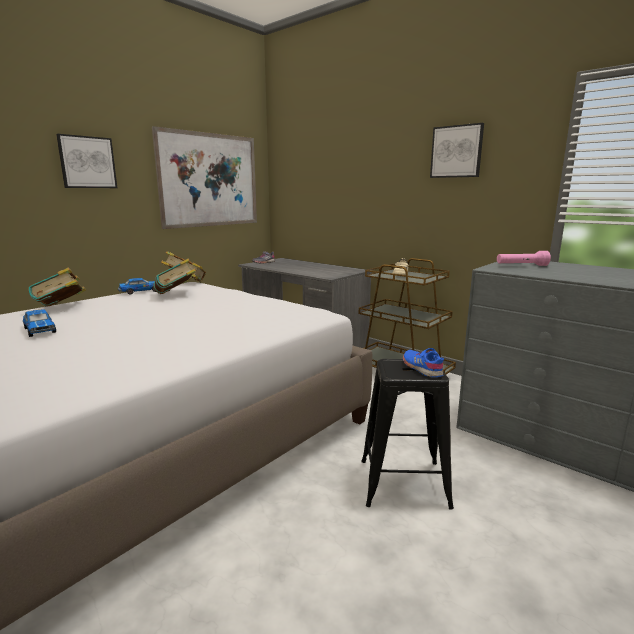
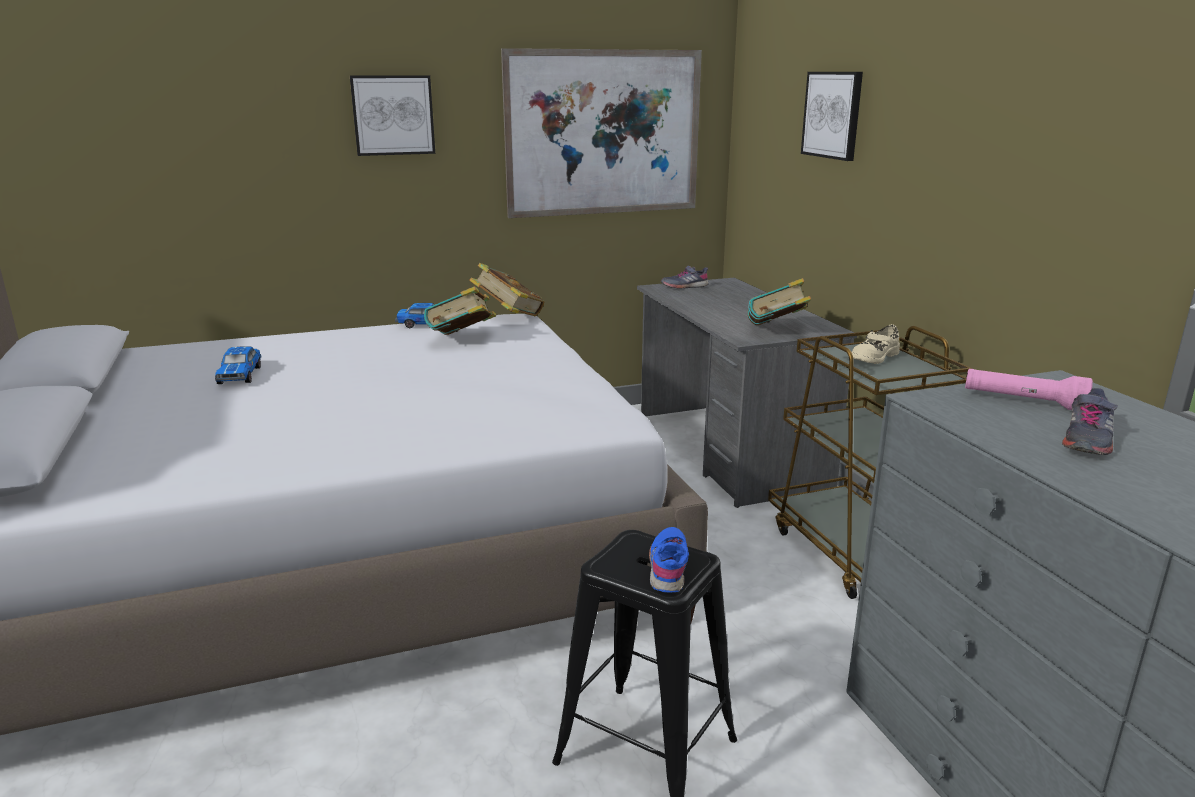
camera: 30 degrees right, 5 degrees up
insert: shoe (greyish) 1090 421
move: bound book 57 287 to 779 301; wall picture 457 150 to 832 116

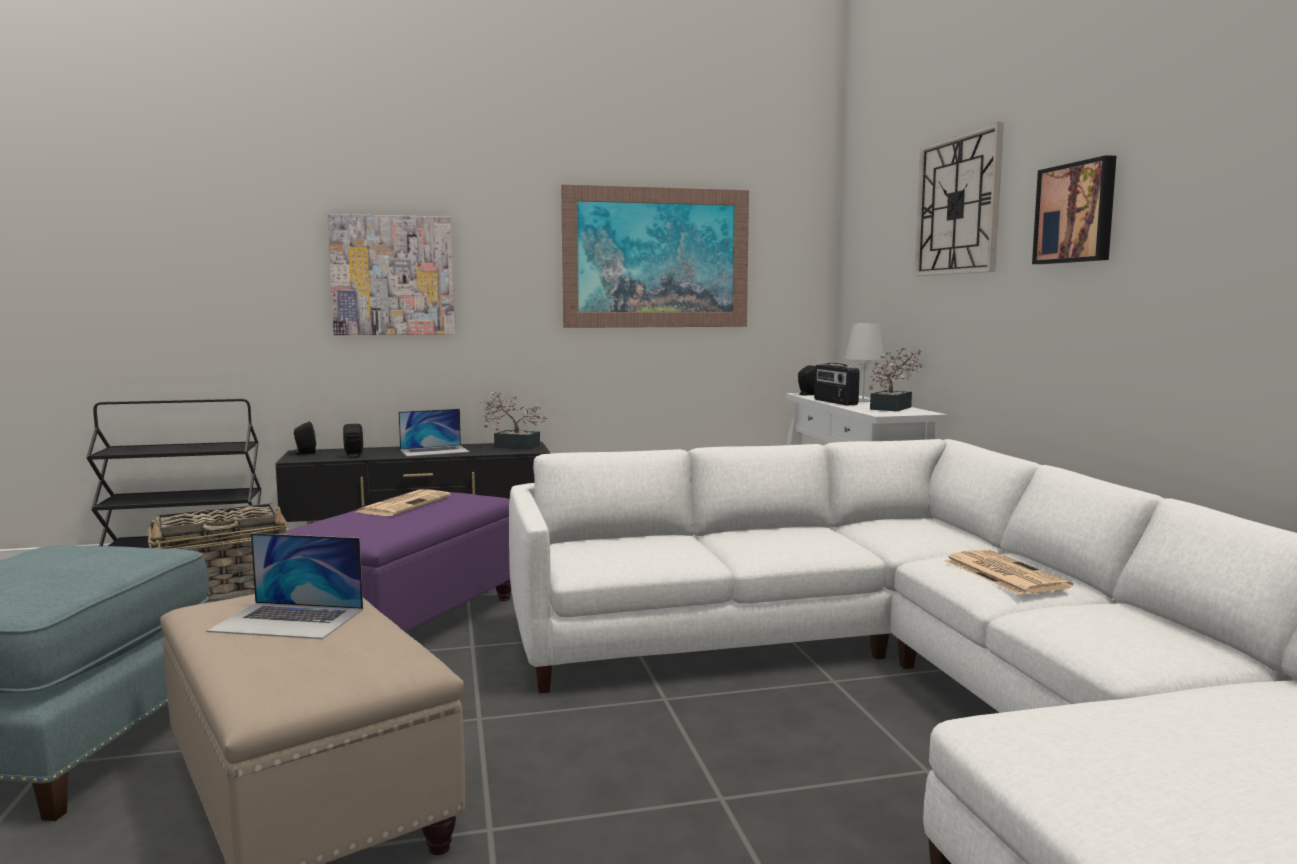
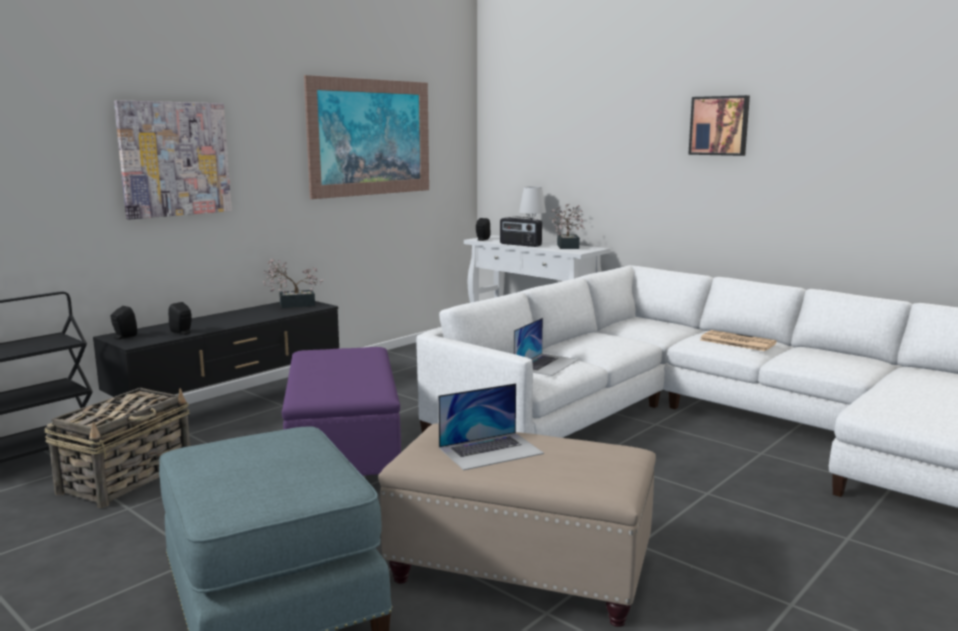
camera: 35 degrees left, 5 degrees up
delete: newspaper 404 502; wall clock 959 199
move: portable computer 434 433 to 546 347

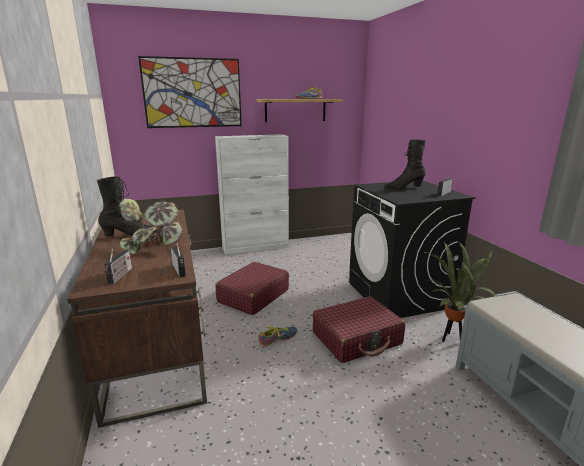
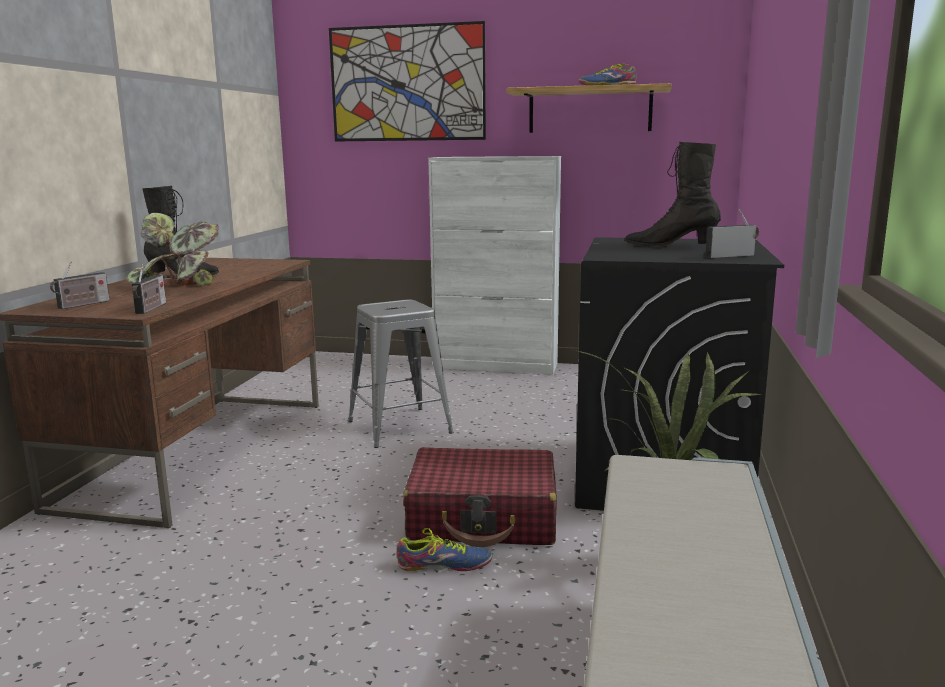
camera: 30 degrees right, 5 degrees down
move: shoe 278 336 to 444 549
replace: piece of luggage (reddish) 252 288 to stool seat (greyish) 400 373

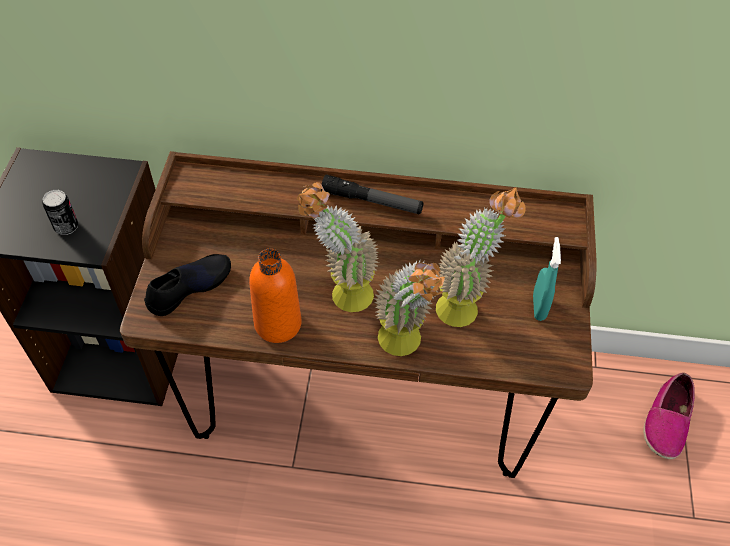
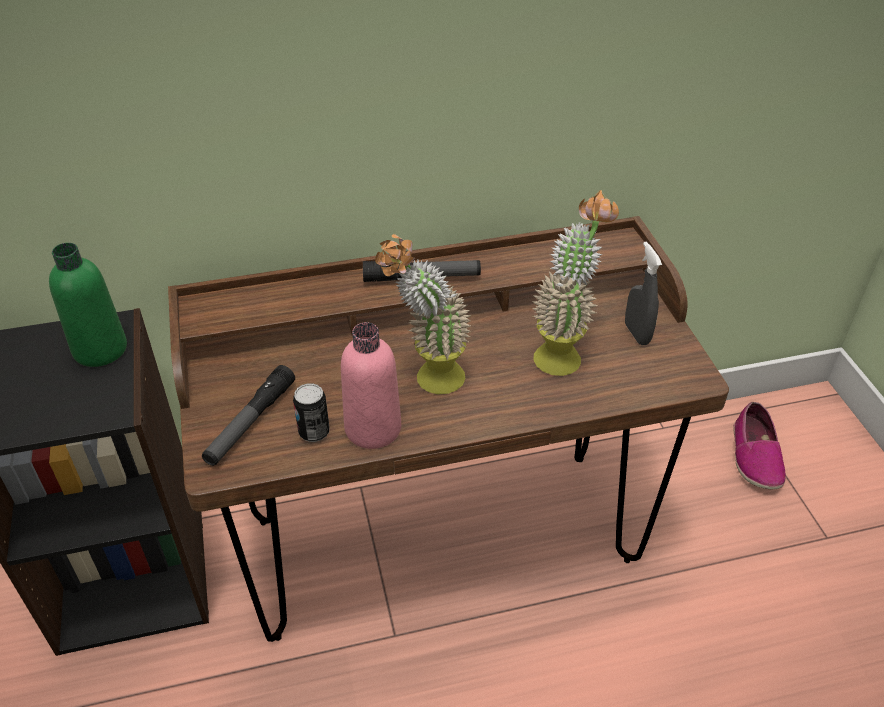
camera: 20 degrees left, 10 degrees down
delete: potted plant 409 308
insert: drink bottle (green-coloured) 88 305
move: sealed can 60 212 to 311 412
replace: shoe (black) 187 285 to torch 248 415
recolor: drink bottle (orange-coloured) 275 296 to drink bottle (pink-coloured) 371 385; hand sprayer (blue-green) 547 279 to hand sprayer (greyish) 643 293

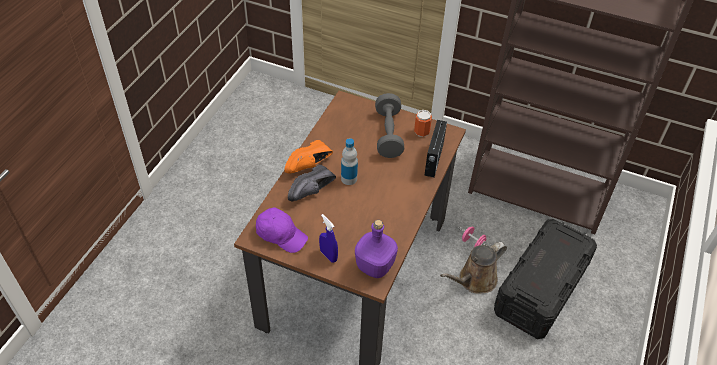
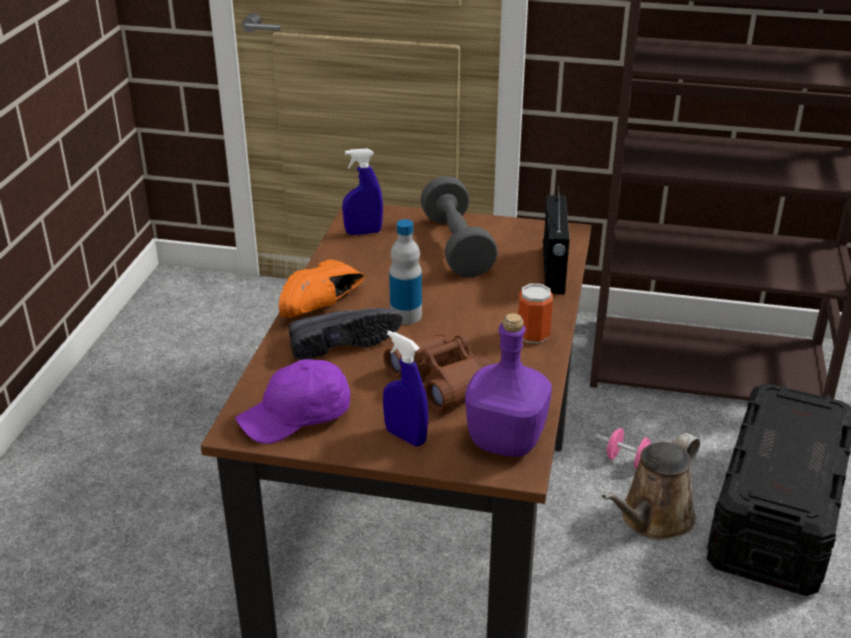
camera: 10 degrees left, 15 degrees down
insert: hand sprayer (bluish) 362 192; binoculars (brown-coloured) 437 372
move: sealed can 423 123 to 535 313
rotate: peaked cap (purple-coloured) 282 230 = 292 401 135 degrees clockwise; shoe (black) 312 183 = 345 334 135 degrees counterclockwise

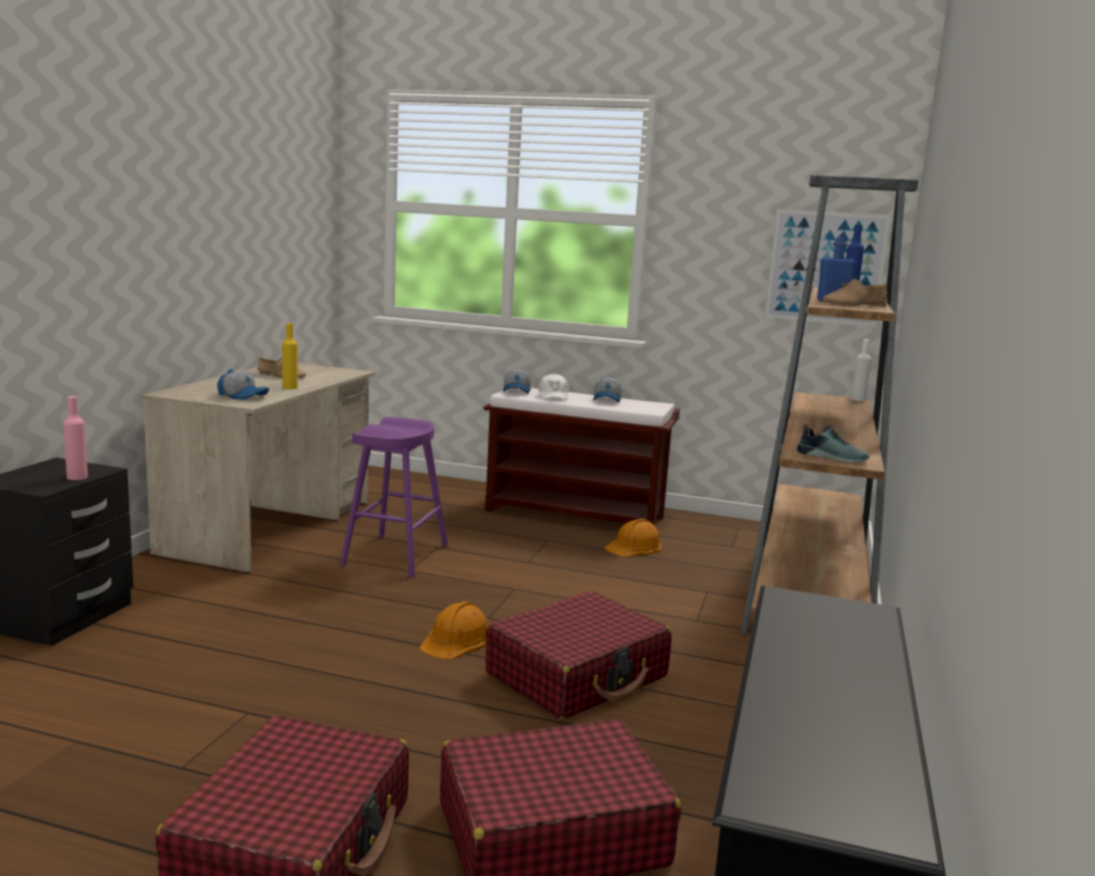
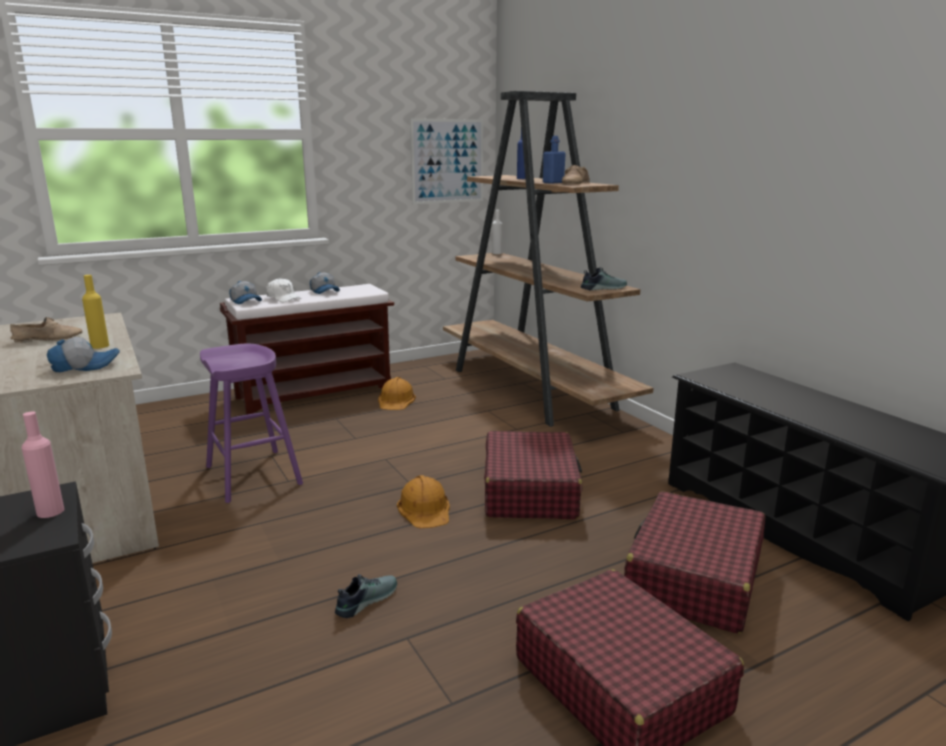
camera: 45 degrees left, 5 degrees up
insert: shoe 366 596

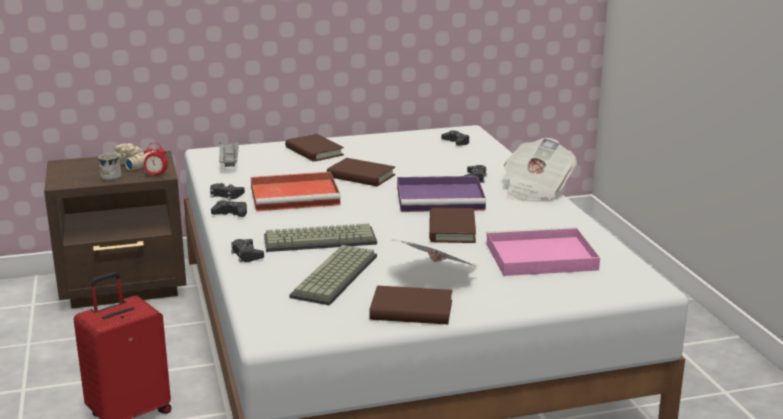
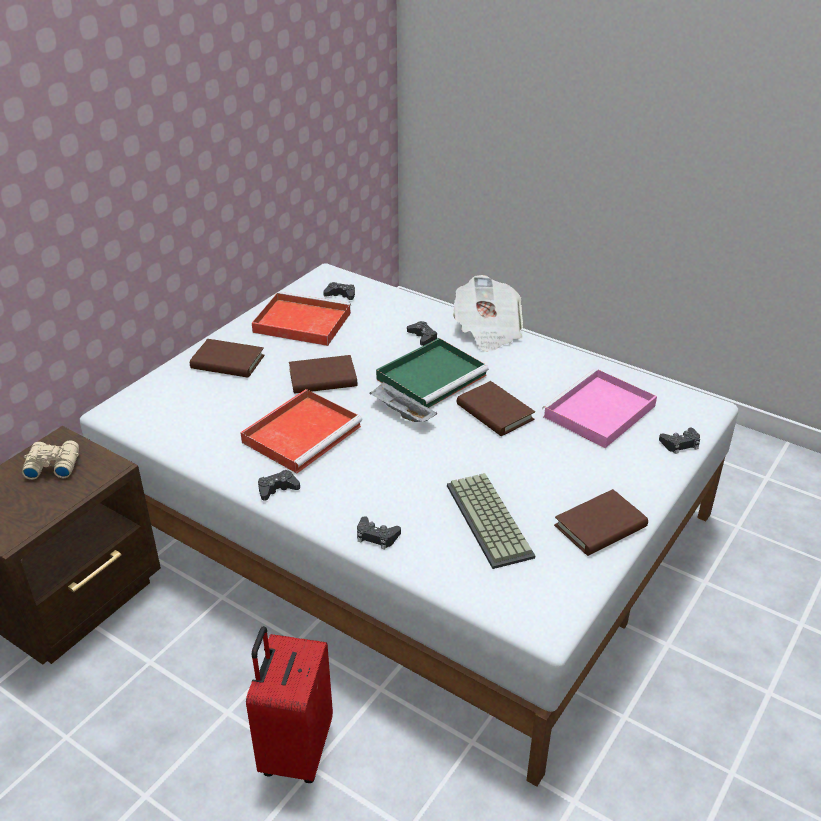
camera: 40 degrees left, 15 degrees up
delete: tea mug (white) 110 167; bedside clock 156 160; PC keyboard 320 237; newspaper 434 253
insert: serving tray (reddish) 301 319
move: game controller (black) 227 191 to 679 441; serving tray (greyish) 229 154 to 403 402
recolor: serving tray (purple-coloured) 441 194 to serving tray (green-coloured) 432 373

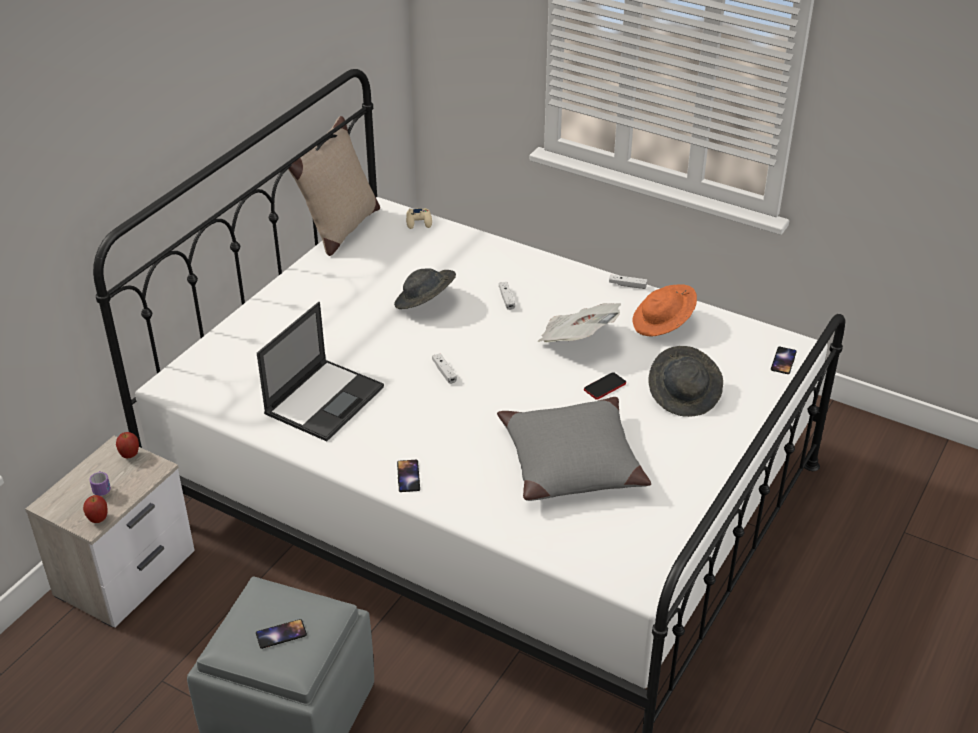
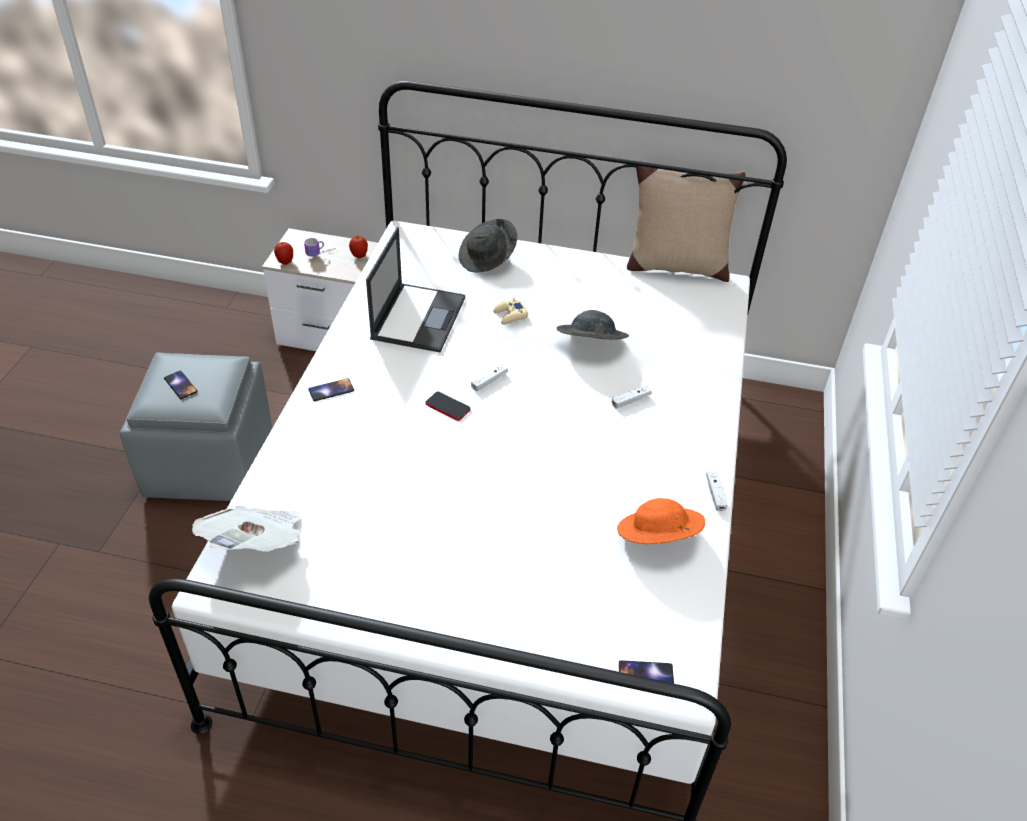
camera: 70 degrees right, 5 degrees up
delete: pillow (greyish) 574 449
move: game controller (beige-coloured) 419 218 to 511 311; newspaper 579 322 to 247 529; handset 605 386 to 448 406; hat (greyish) 685 381 to 487 246
rotate: portable computer 320 371 = 415 289 90 degrees counterclockwise

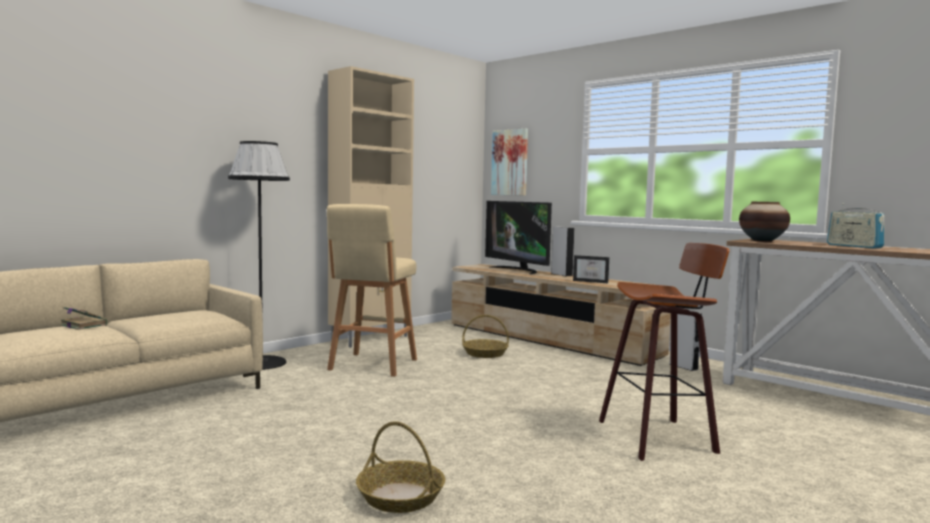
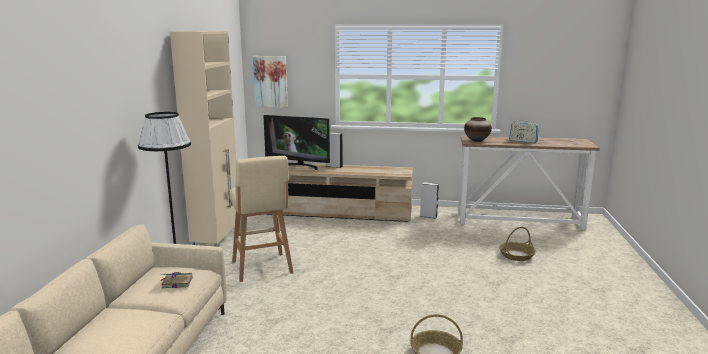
camera: 35 degrees left, 10 degrees up
delete: photo frame 591 269; stool seat 664 352
move: bound book 83 318 to 176 280; basket 485 336 to 517 244

